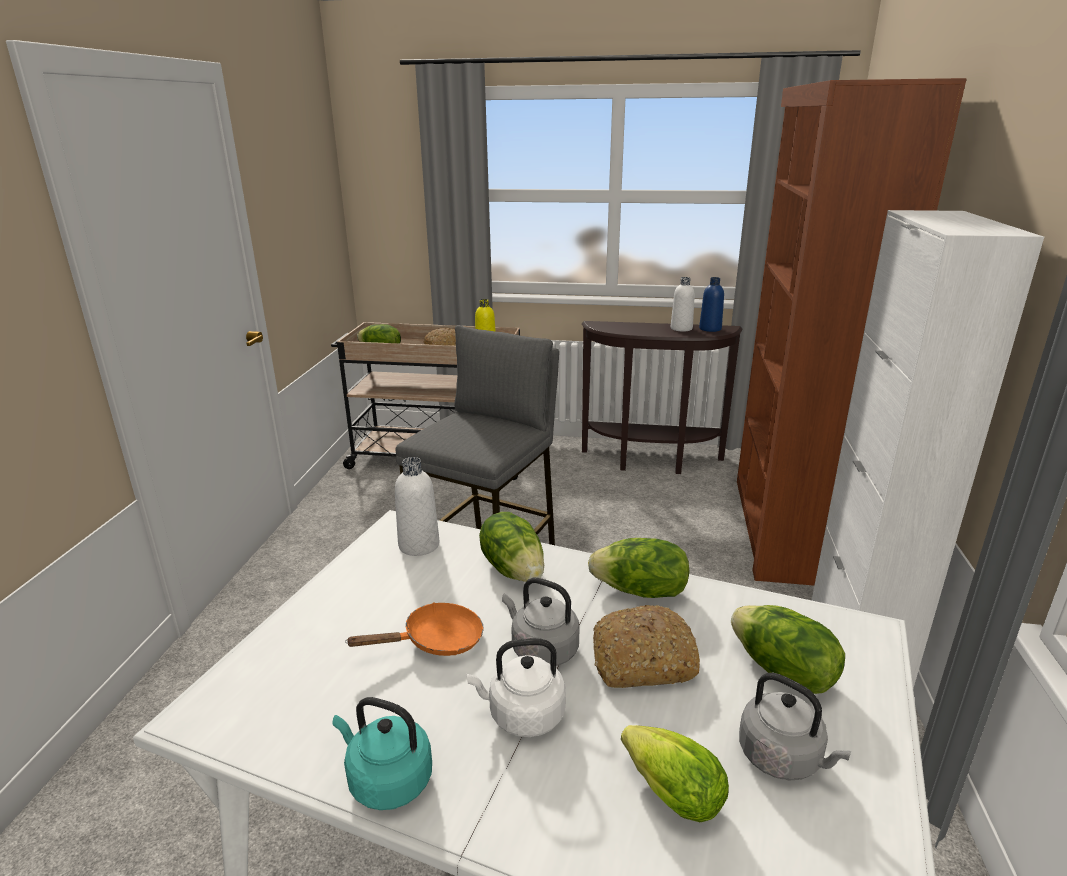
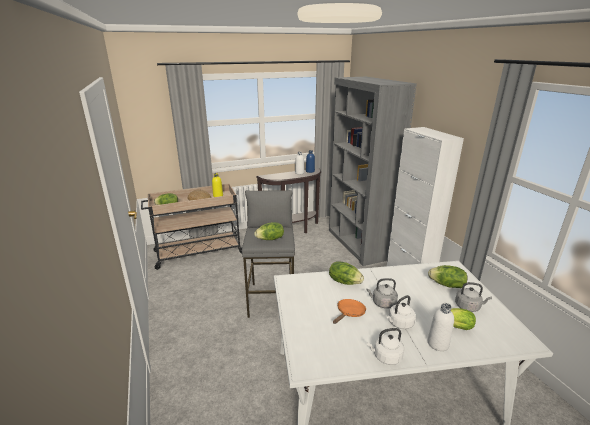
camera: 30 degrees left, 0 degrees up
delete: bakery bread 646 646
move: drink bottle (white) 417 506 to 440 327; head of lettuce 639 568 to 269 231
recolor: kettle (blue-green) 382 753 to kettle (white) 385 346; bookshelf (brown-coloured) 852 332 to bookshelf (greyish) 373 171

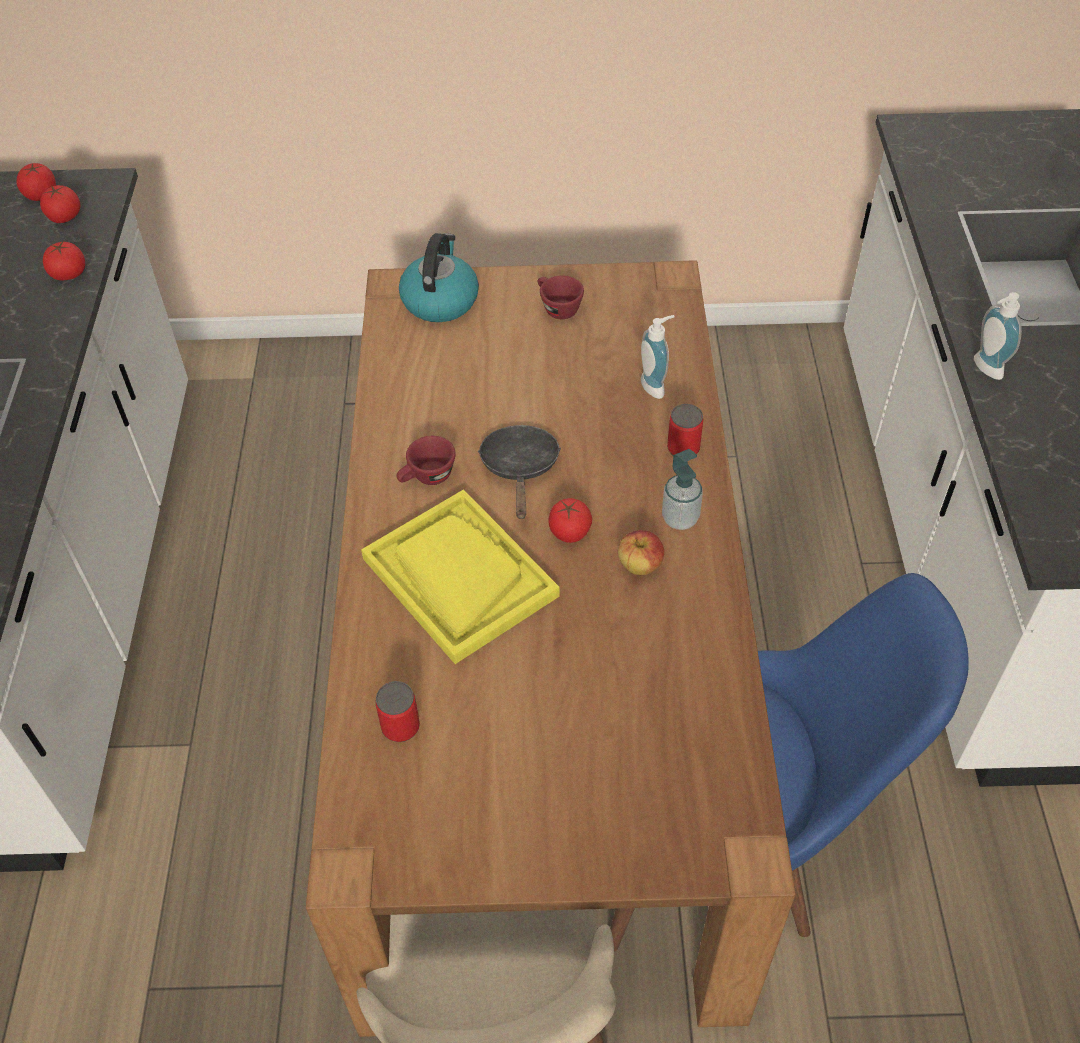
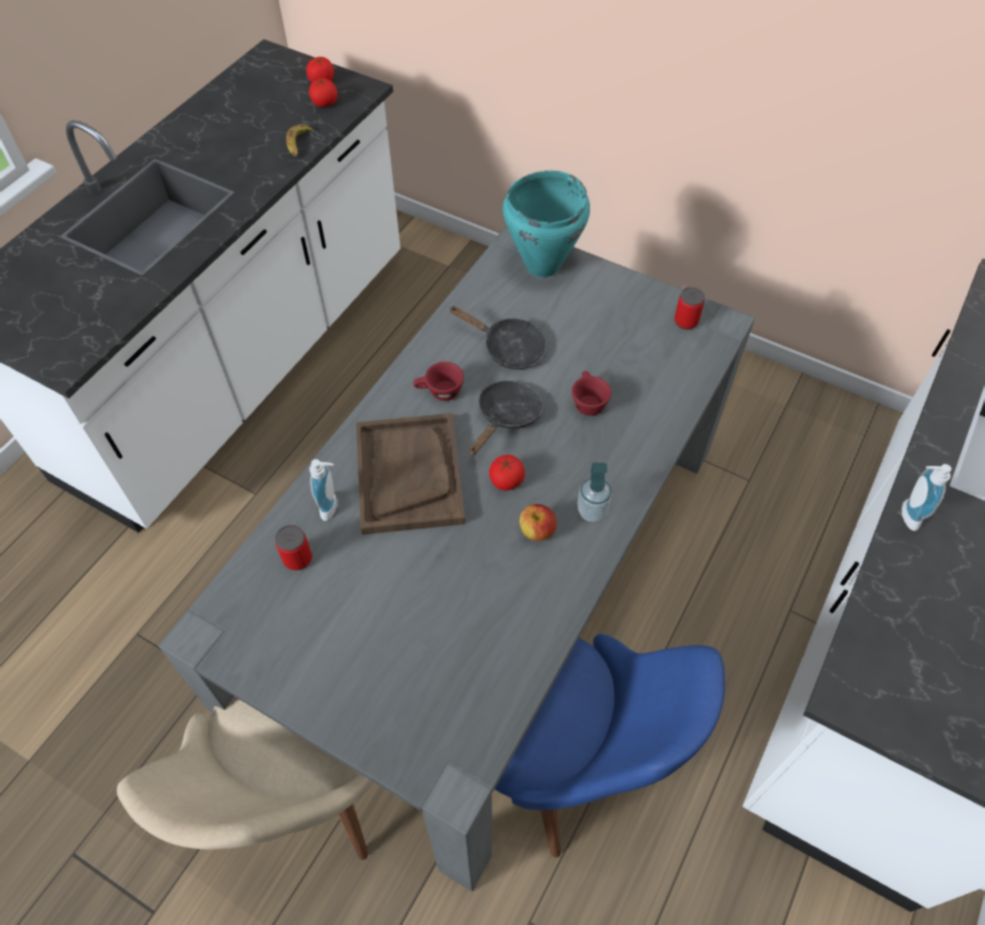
camera: 30 degrees right, 5 degrees up
insert: skillet (black) 498 338
move: small cup (reddish) 561 297 to 591 393; soap dispenser 658 357 to 323 490; sealed can 685 430 to 689 308
replace: whole tomato 64 260 to banana 300 140; kettle 439 277 to cooking pot (blue-green) 546 224
recolor: dining table (brown-coloured) 551 648 to dining table (greyish) 456 558; serving tray (yellow) 460 576 to serving tray (brown-coloured) 410 474

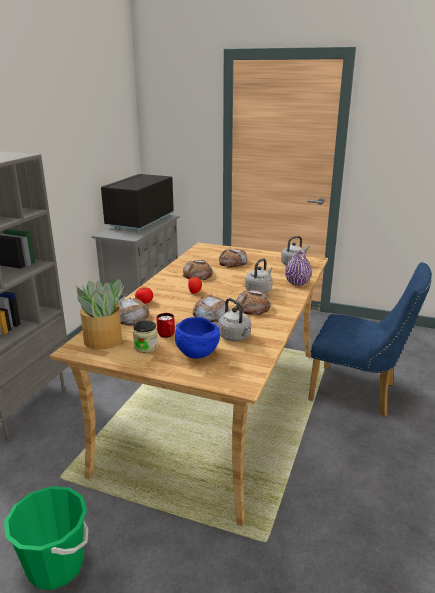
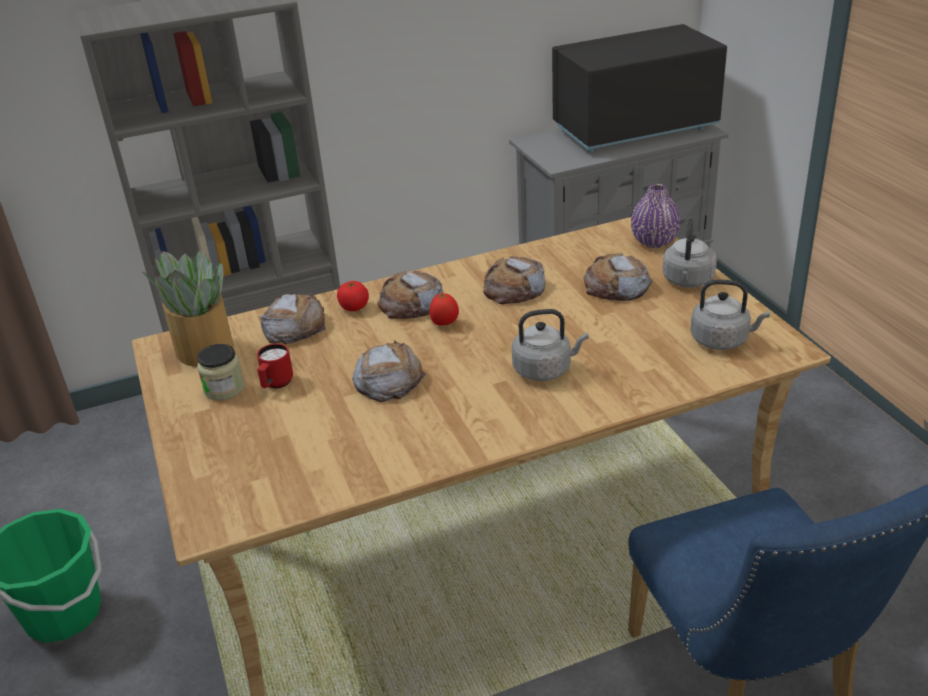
camera: 50 degrees right, 10 degrees up
delete: deep dish (bluish) 197 338
move: kettle (greyish) 234 319 to 689 252; bakery bread 253 302 to 410 295; vase (purple-coloured) 298 268 to 655 216

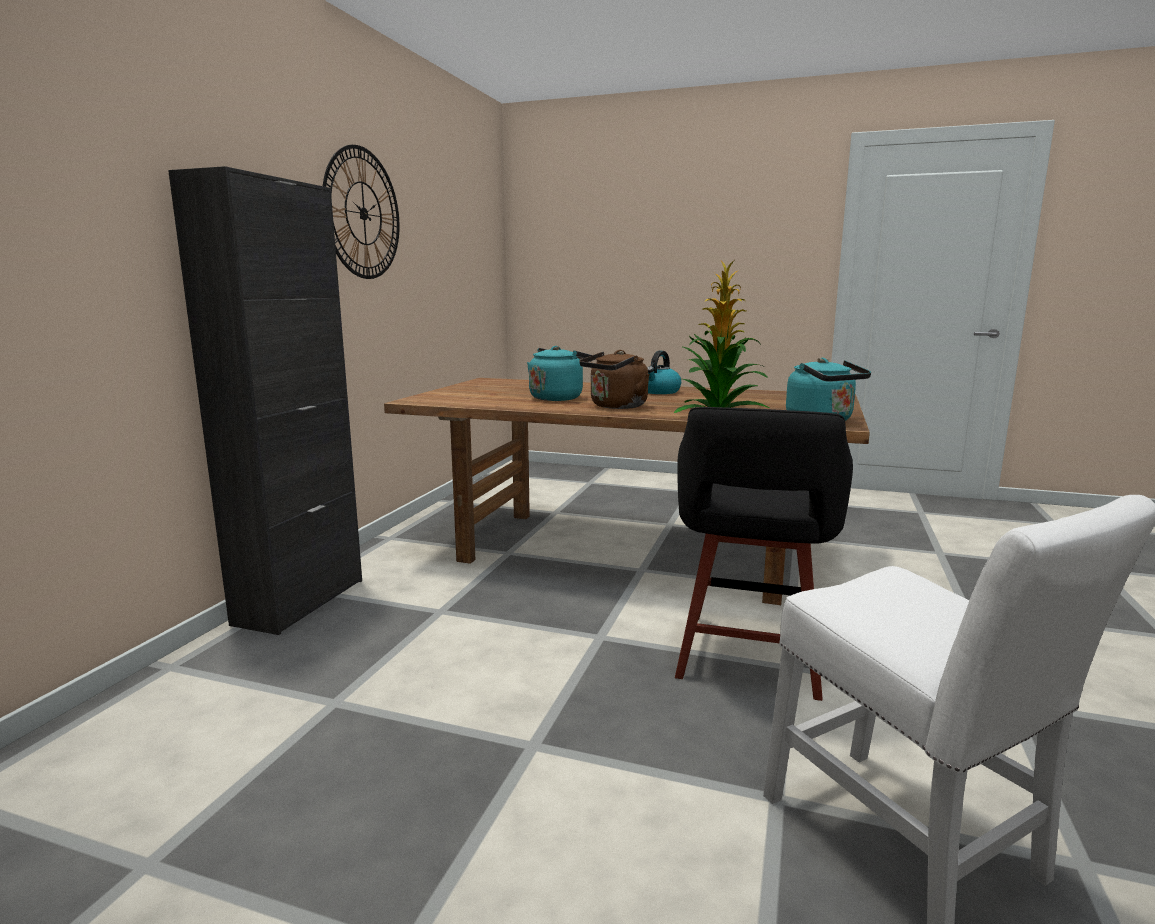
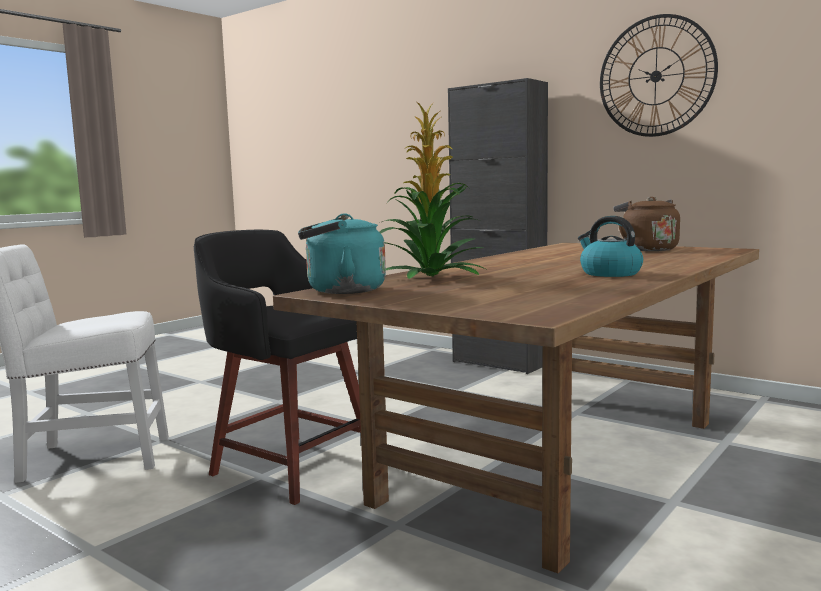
camera: 110 degrees right, 5 degrees down
delete: kettle (blue-green) 559 373
move: kettle (brown-coloured) 614 379 to 646 224

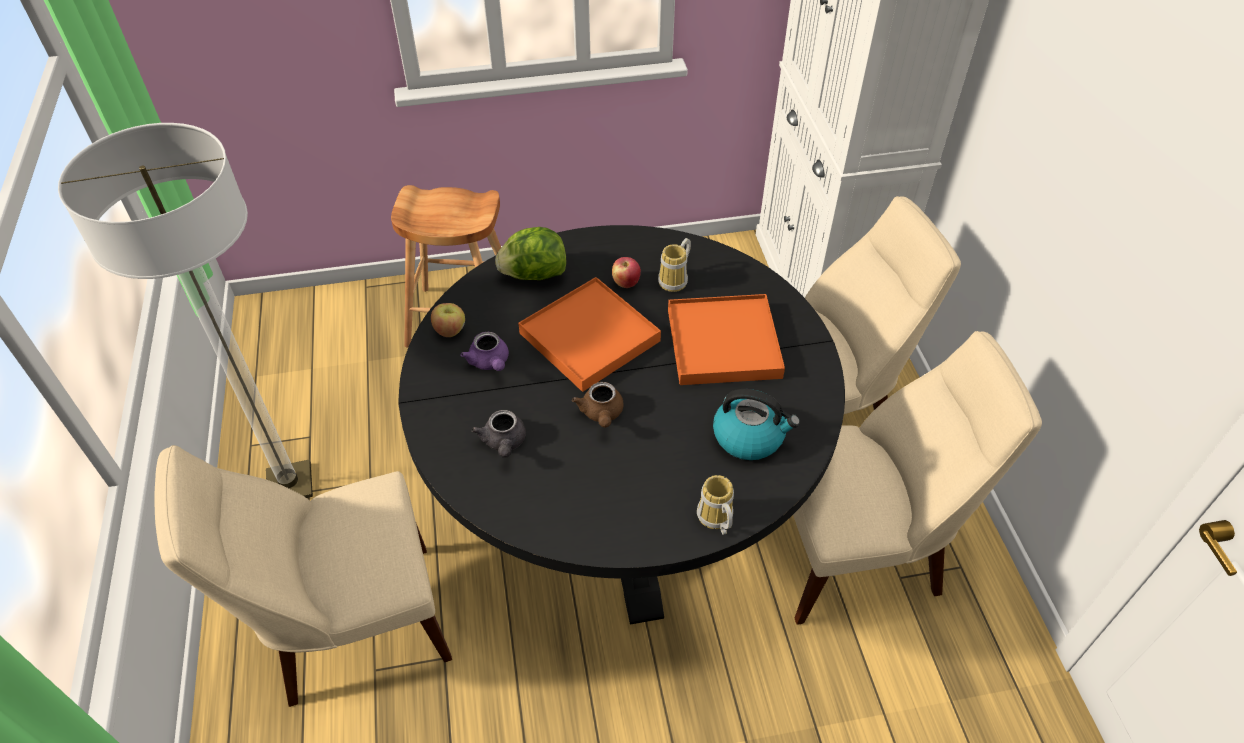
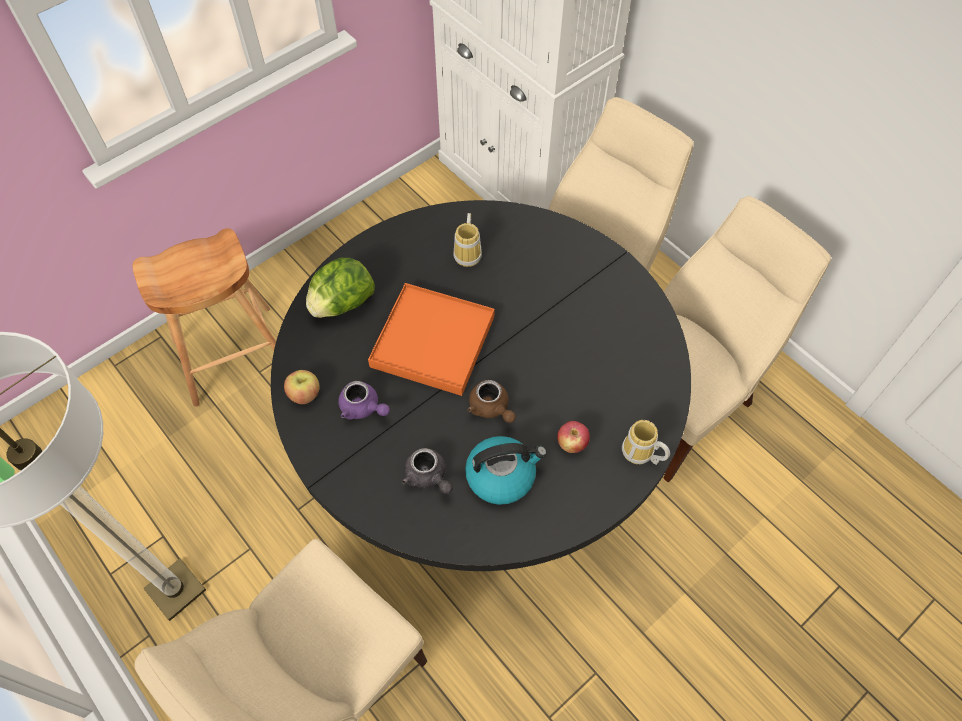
camera: 30 degrees left, 10 degrees up
delete: serving tray (orange-coloured) 726 339
move: apple 626 272 to 573 437; kettle 756 424 to 506 470

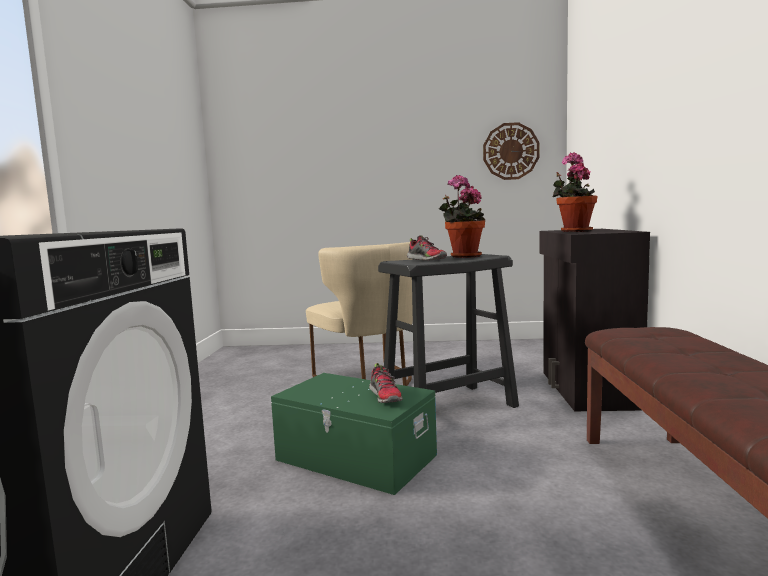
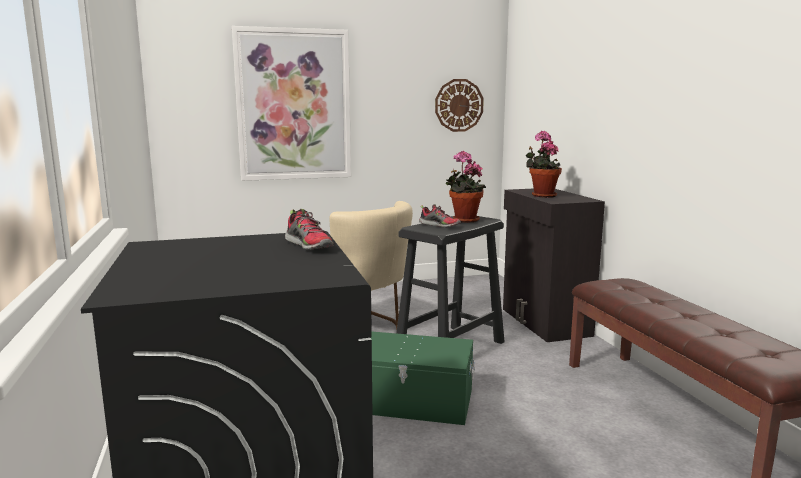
camera: 20 degrees left, 5 degrees up
insert: wall picture 291 103
move: shoe 386 383 to 309 229

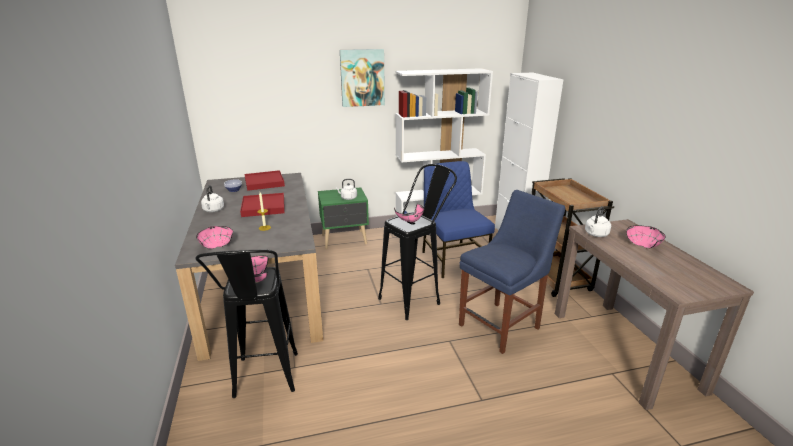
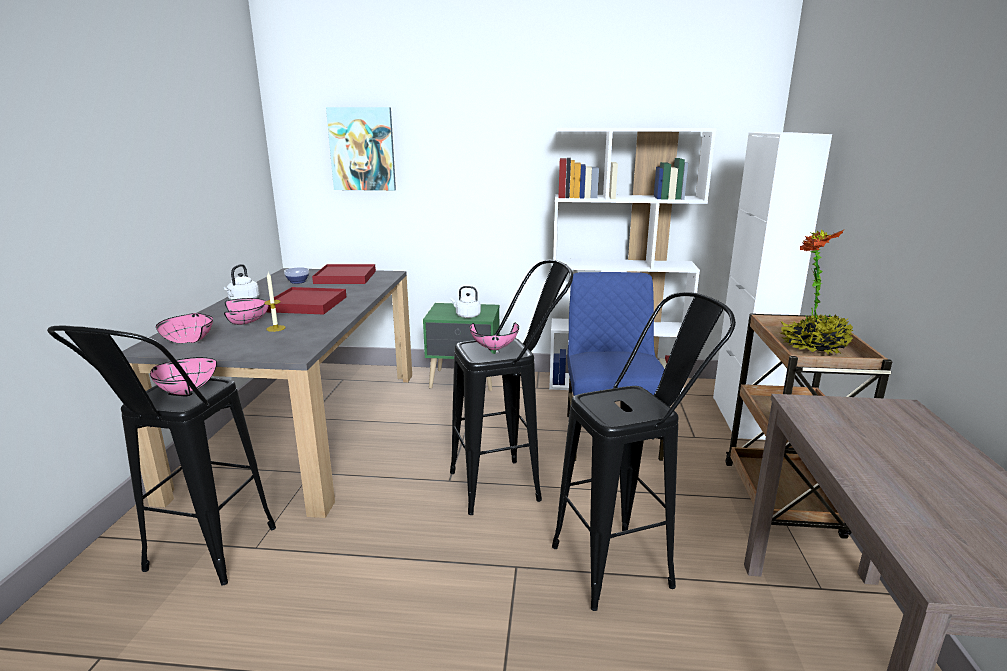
camera: 20 degrees right, 5 degrees down
delete: kettle (white) 598 221
insert: potted plant 817 292
move: wall picture 362 78 to 361 149; deep dish (pink-coloured) 645 236 to 246 311
replace: chair (bluish) 512 272 to stool seat (black) 644 451

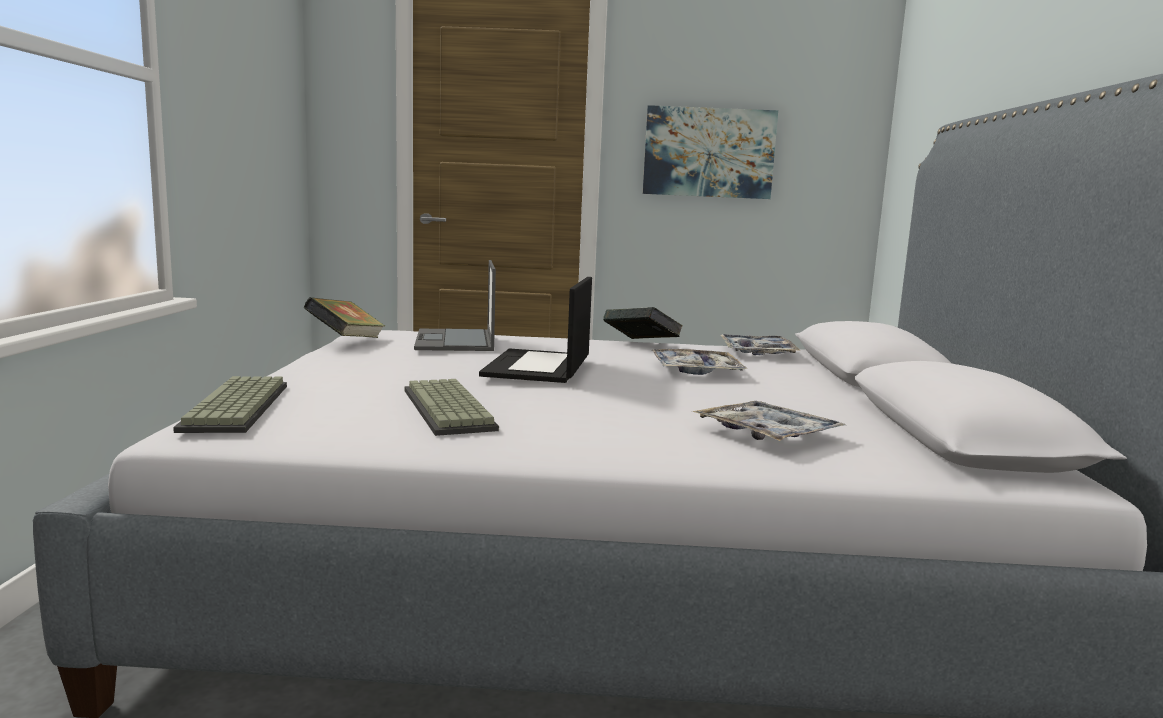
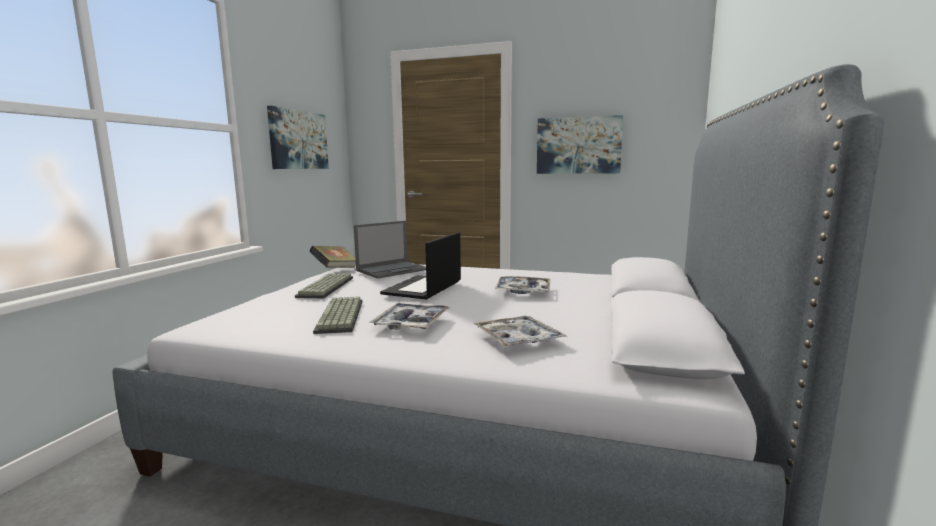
camera: 15 degrees right, 0 degrees up
delete: bound book 642 323
insert: wall picture 298 137
move: PC keyboard 230 404 to 324 286; serving tray 760 344 to 409 316
rotate: portable computer 455 305 = 390 250 135 degrees counterclockwise

